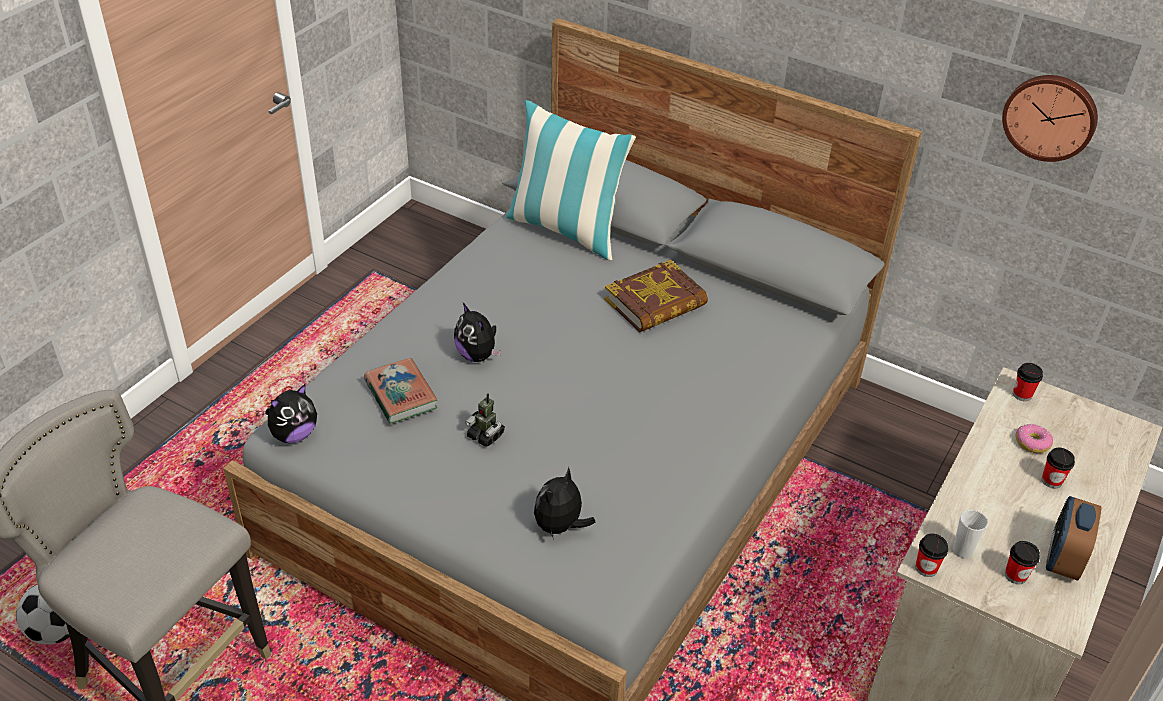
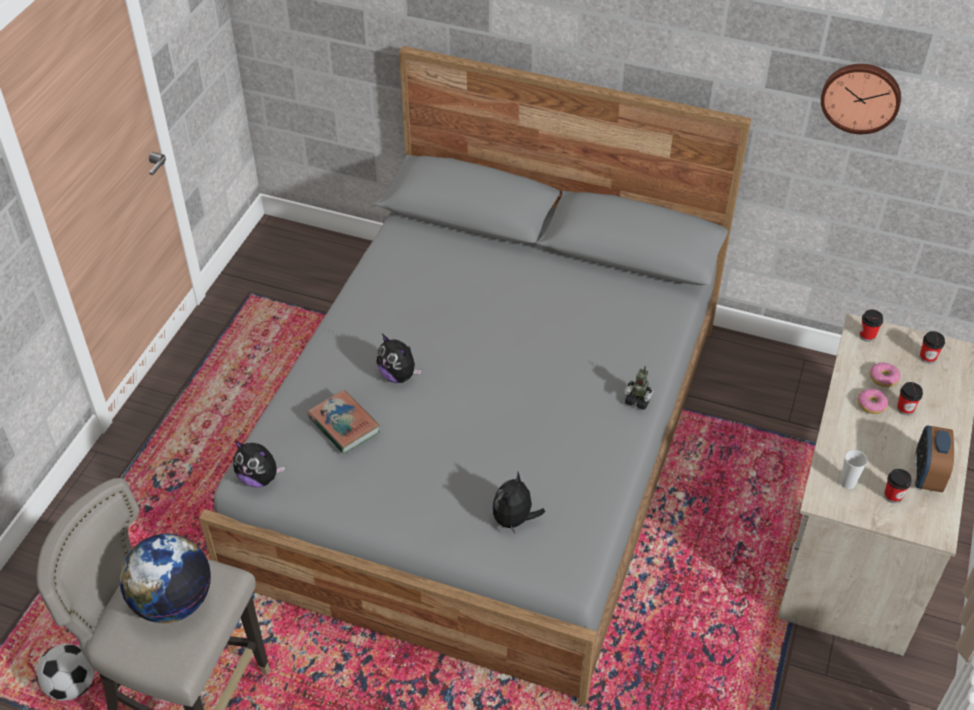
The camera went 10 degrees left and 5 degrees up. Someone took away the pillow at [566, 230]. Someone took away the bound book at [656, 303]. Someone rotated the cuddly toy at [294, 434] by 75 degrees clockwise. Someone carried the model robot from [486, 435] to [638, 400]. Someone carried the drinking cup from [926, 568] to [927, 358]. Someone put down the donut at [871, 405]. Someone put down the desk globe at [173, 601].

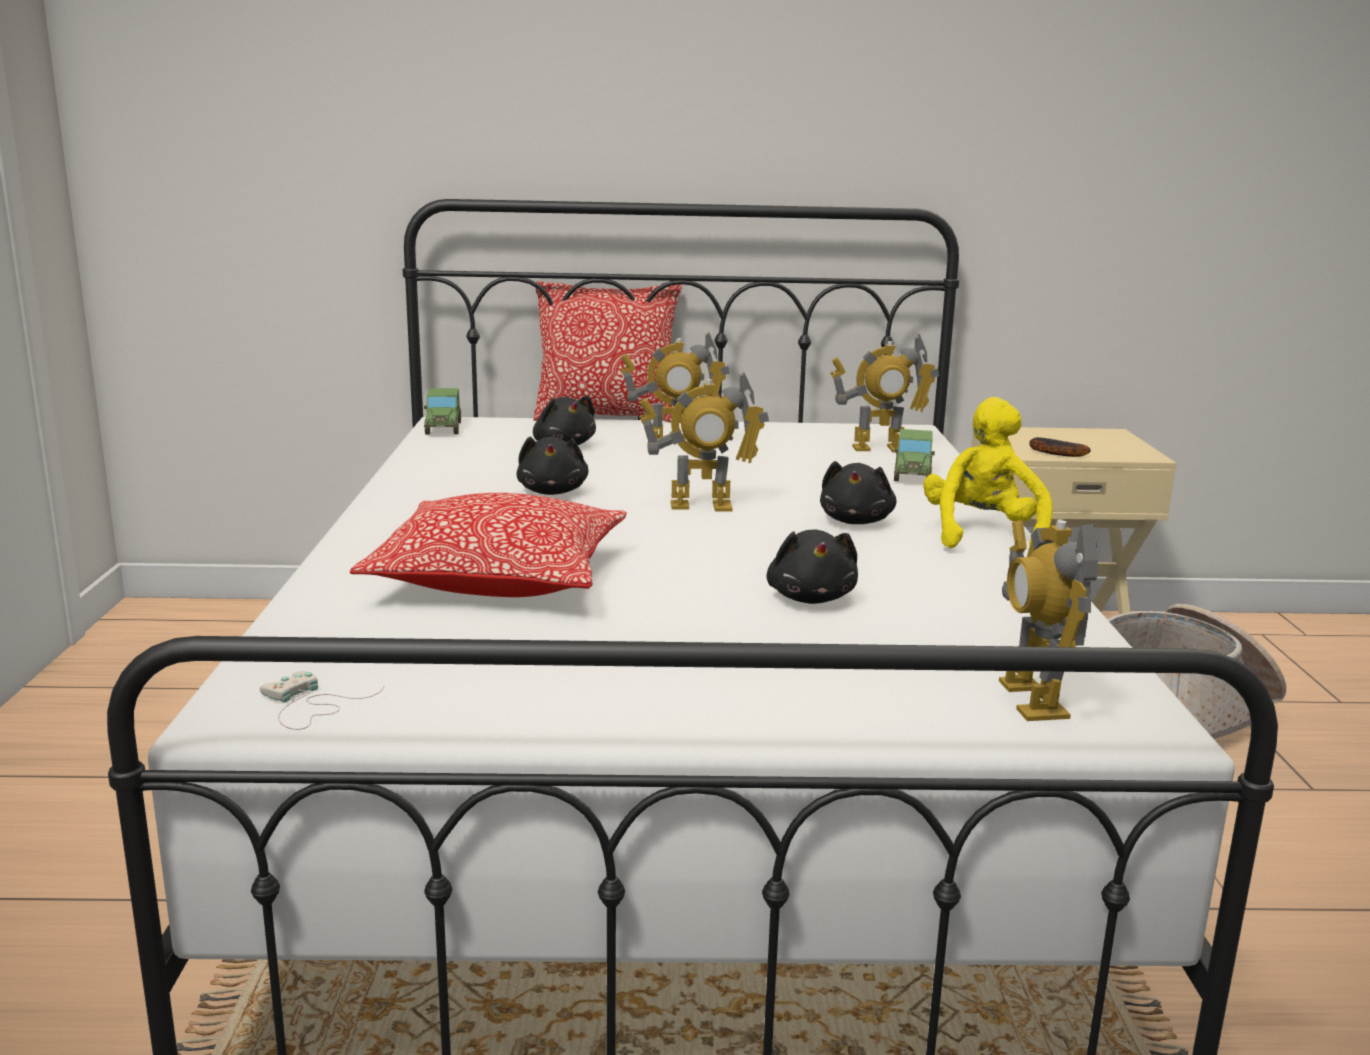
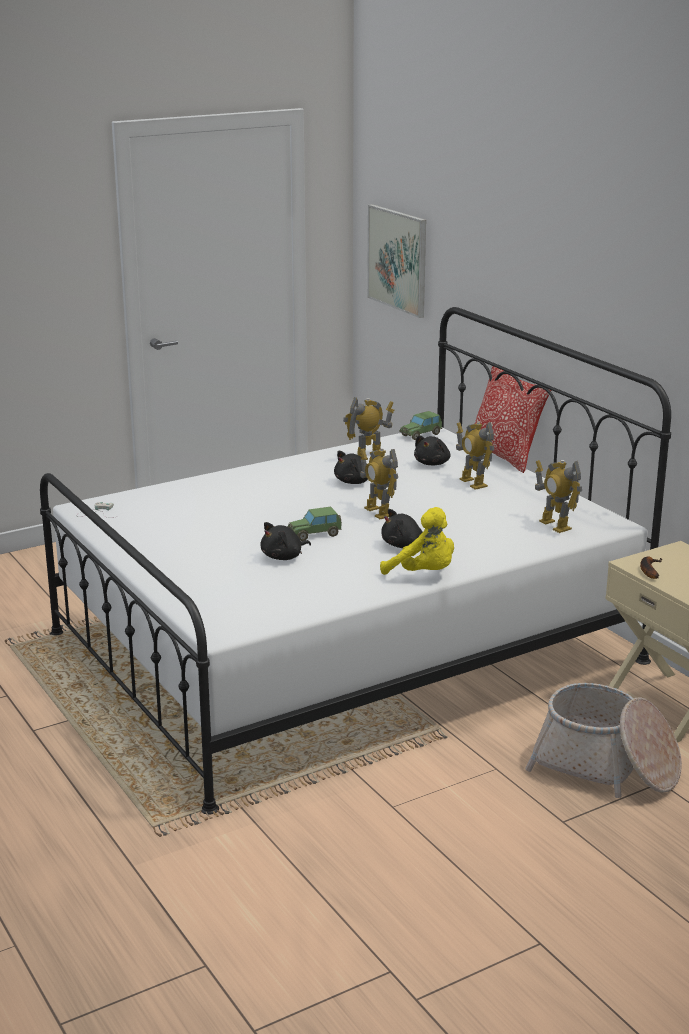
The camera went 60 degrees right and 5 degrees up. Someone rotated the yellow-coloured cuddly toy at [982, 535] by 60 degrees clockwise. Someone carried the miniature car from [912, 474] to [315, 534]. Someone took away the pillow at [499, 579]. Someone carried the model robot from [1032, 699] to [368, 456]. Someone put up the wall picture at [397, 260].

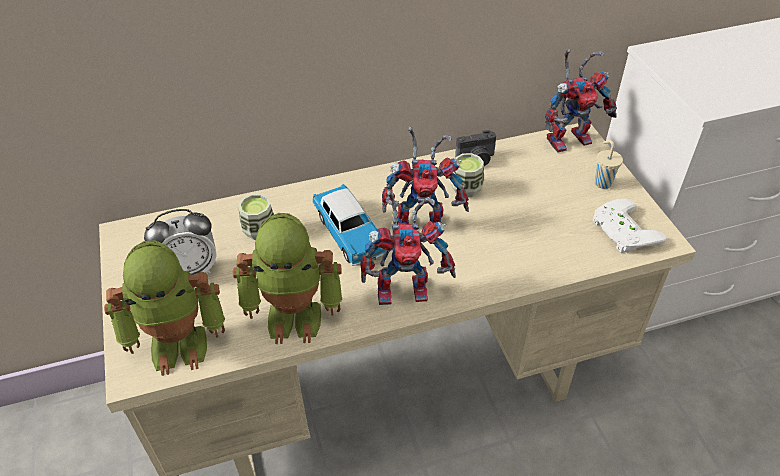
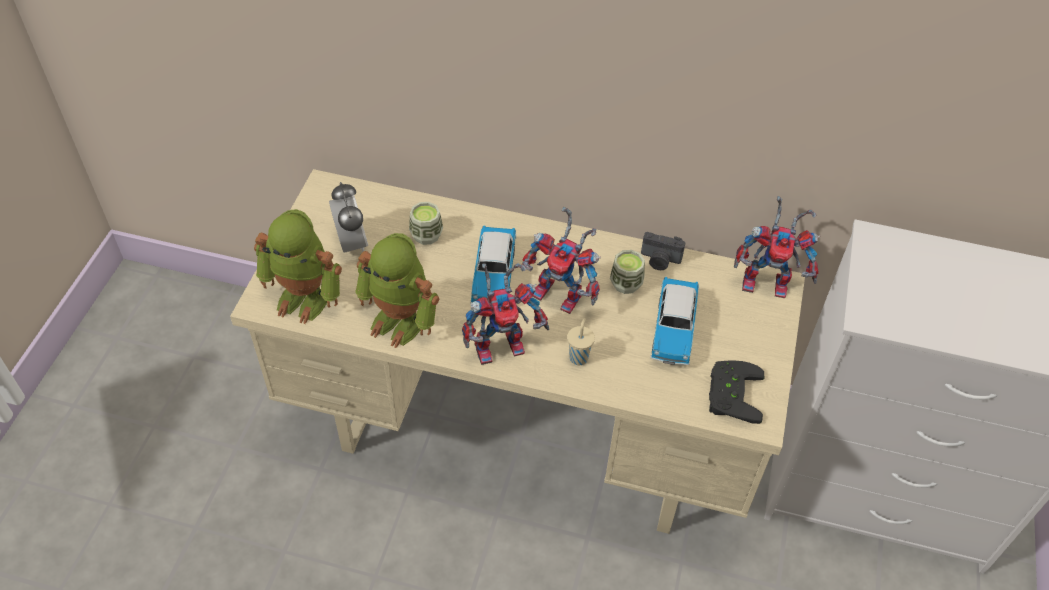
The camera went 30 degrees right and 5 degrees up. Someone carried the sand-coloured drinking cup from [602, 182] to [579, 357]. Someone rotated the model robot at [406, 287] by 45 degrees counterclockwise. Someone repainted the white-coloured game controller at [621, 231], which became the black-coloured game controller at [730, 393]. Someone rotated the table clock at [191, 271] by 120 degrees counterclockwise. Someone put down the miniature car at [673, 329].

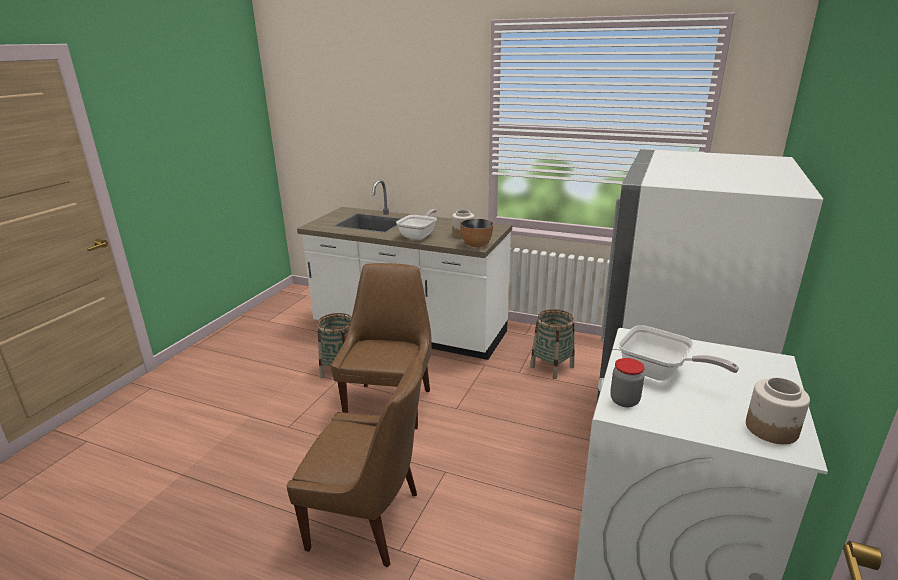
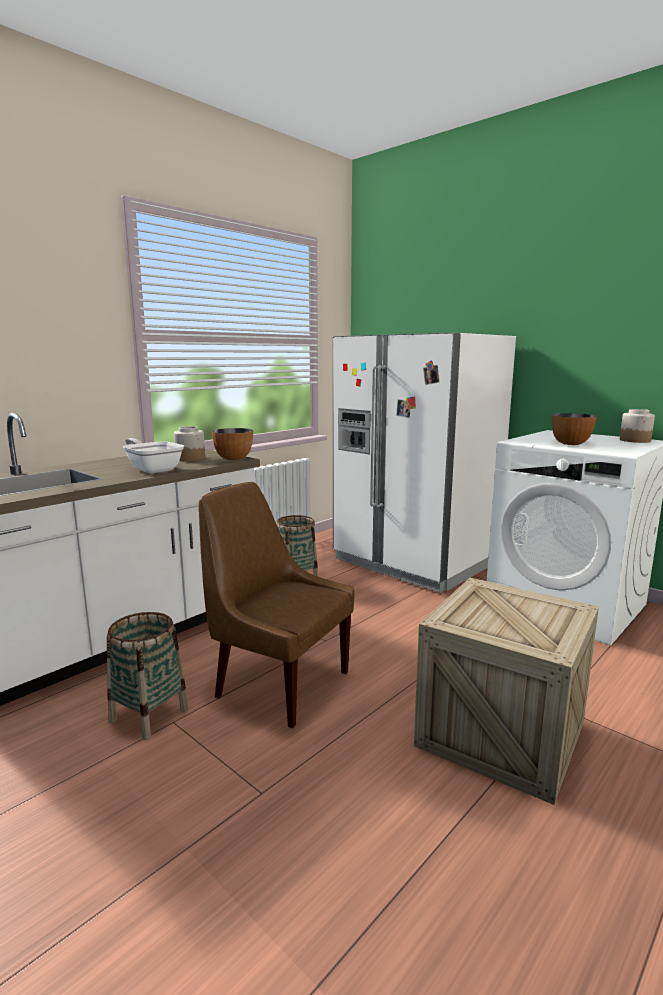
The camera went 70 degrees left and 10 degrees down. Someone swapped the skillet at [659, 373] for the serving bowl at [571, 444]. Someone swapped the brownish chair at [369, 521] for the crate at [501, 733]. Someone took away the storage jar at [624, 400].

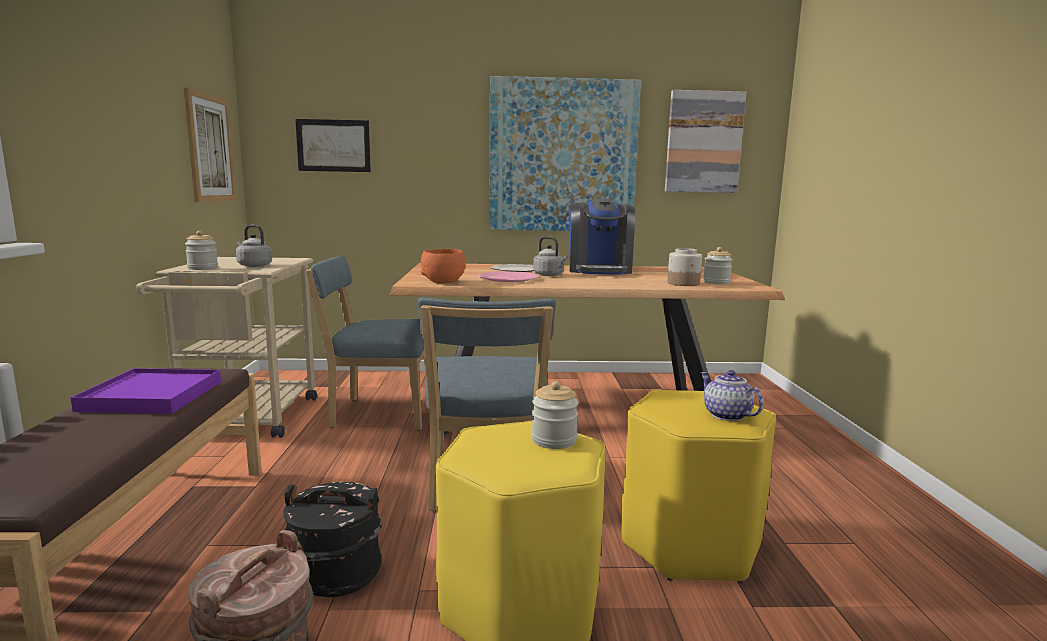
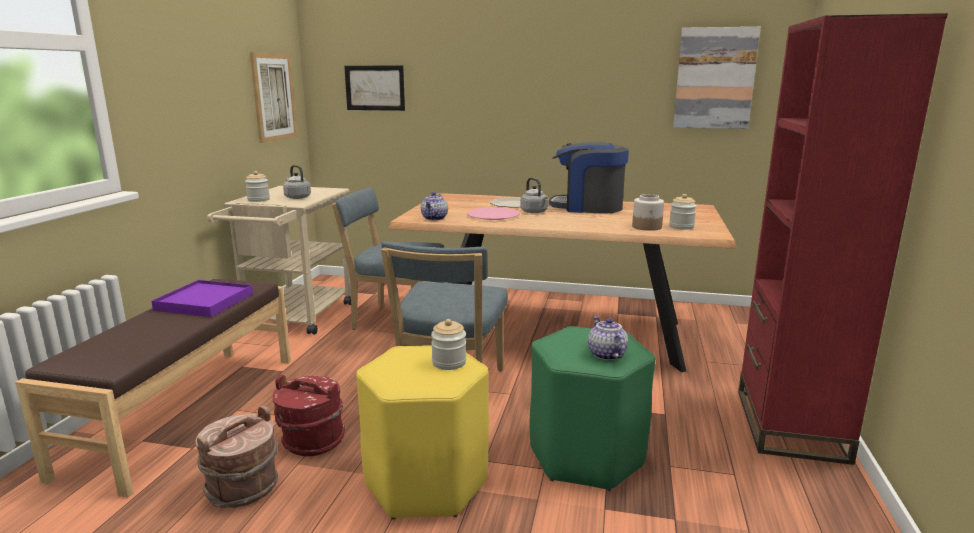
The camera went 15 degrees right and 5 degrees up. Someone took away the wall picture at [562, 156]. Someone rotated the coffee machine at [599, 270] by 90 degrees clockwise. Someone swapped the orange serving bowl at [443, 282] for the teapot at [434, 218]. Someone repainted the yellow-coloured stool at [690, 545], which became the green stool at [586, 456]. Someone repainted the black-coloured pail at [336, 574], which became the red-coloured pail at [312, 441]. Someone put down the red-coloured bookcase at [789, 425].

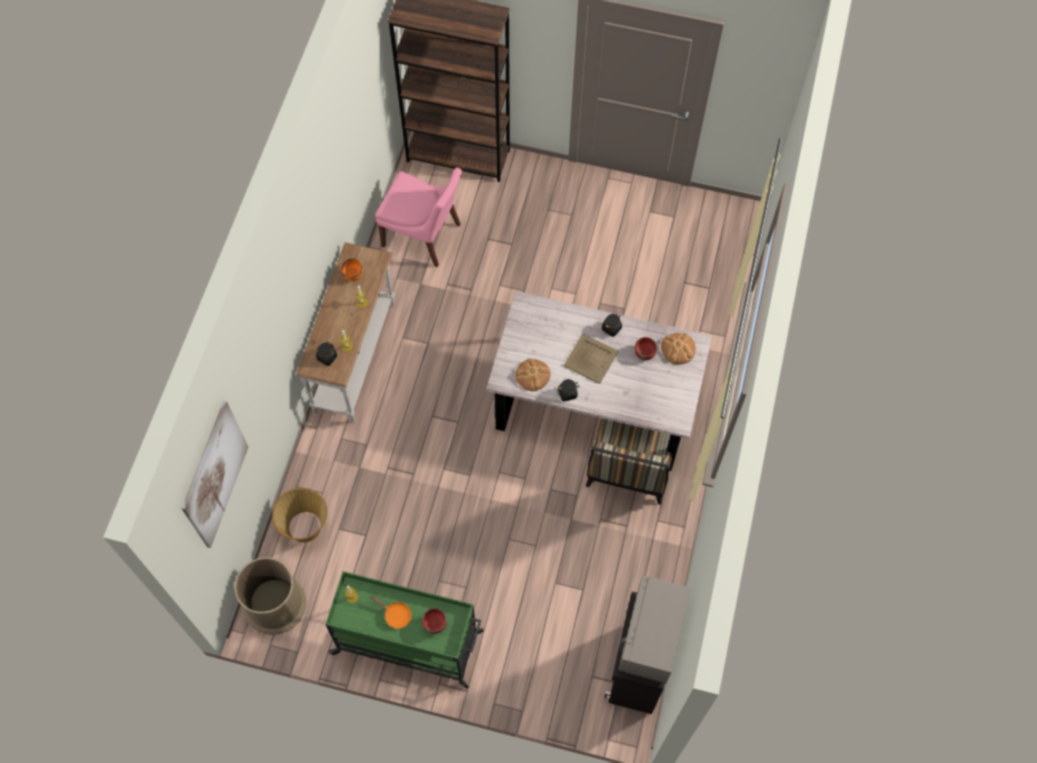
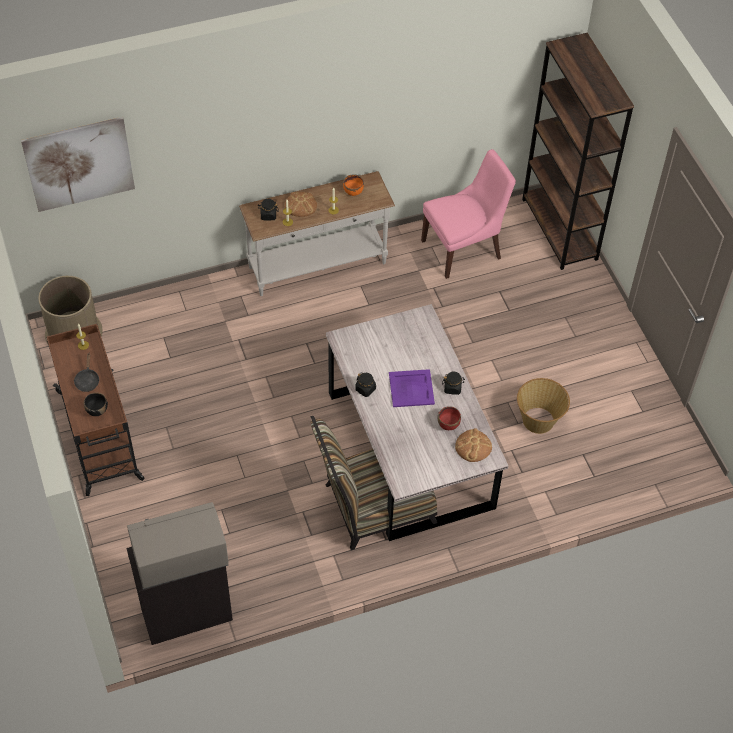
The camera went 55 degrees right and 10 degrees down. Someone rotated the pinkish chair at [424, 236] by 105 degrees counterclockwise. Someone repainted the sand-coloured tray at [590, 359], which became the purple tray at [411, 388]. Someone carried the bread from [532, 375] to [300, 205]. Someone carried the storage basket from [305, 526] to [539, 420]. Someone repainted the green cart at [409, 643], which became the brownish cart at [100, 436]. Someone repainted the orange skillet at [395, 615], which became the black-coloured skillet at [87, 380]. Someone repainted the red-coloured serving bowl at [434, 624], which became the black-coloured serving bowl at [97, 410].

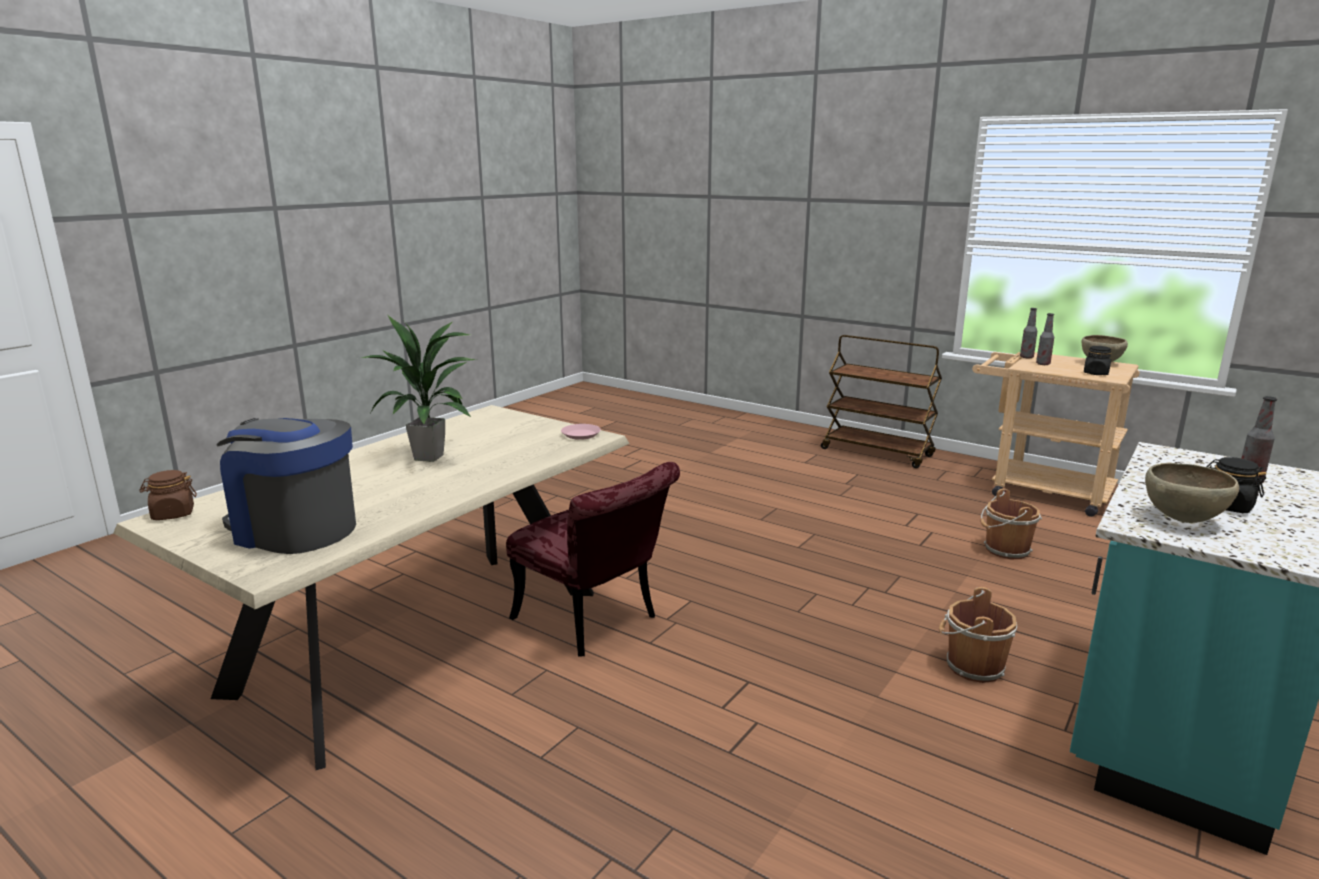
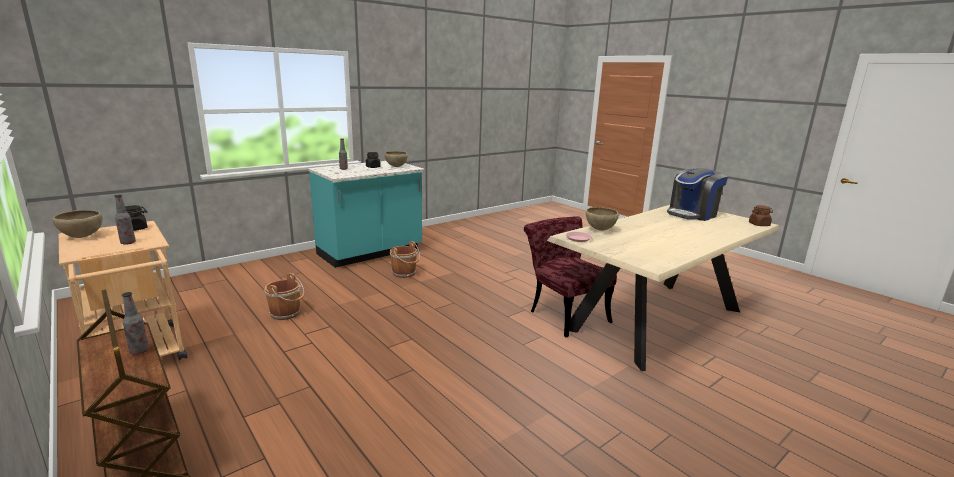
The camera went 165 degrees left and 0 degrees up. Someone carried the bottle from [1026, 357] to [139, 351]. Someone took away the houseplant at [430, 458]. Someone rotated the coffee machine at [294, 530] by 105 degrees clockwise. Someone put down the brownish serving bowl at [600, 230].

